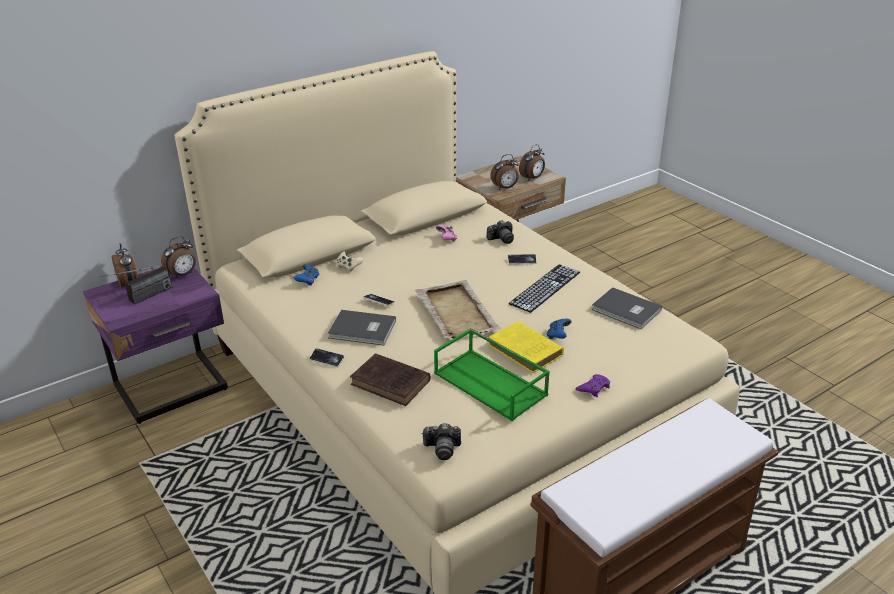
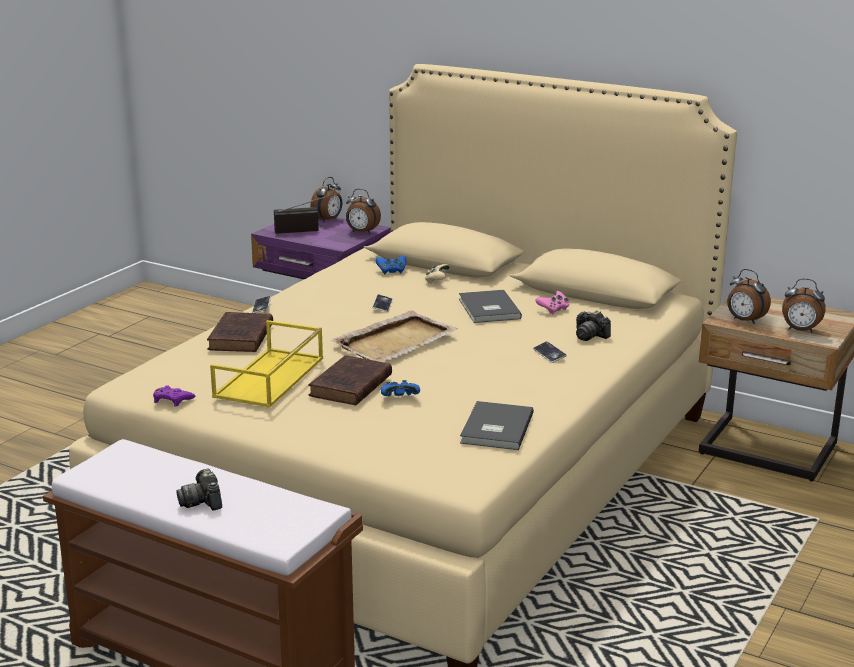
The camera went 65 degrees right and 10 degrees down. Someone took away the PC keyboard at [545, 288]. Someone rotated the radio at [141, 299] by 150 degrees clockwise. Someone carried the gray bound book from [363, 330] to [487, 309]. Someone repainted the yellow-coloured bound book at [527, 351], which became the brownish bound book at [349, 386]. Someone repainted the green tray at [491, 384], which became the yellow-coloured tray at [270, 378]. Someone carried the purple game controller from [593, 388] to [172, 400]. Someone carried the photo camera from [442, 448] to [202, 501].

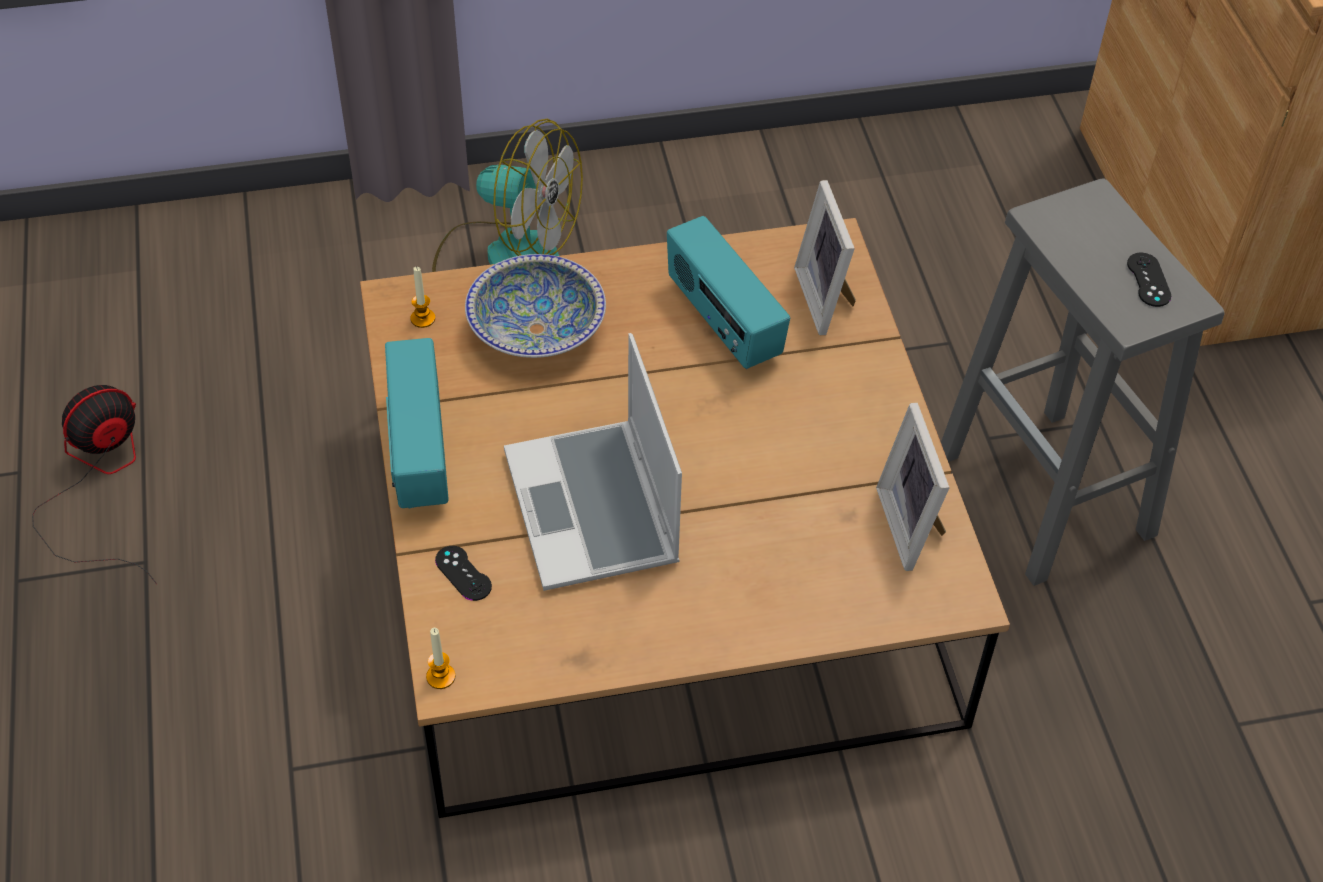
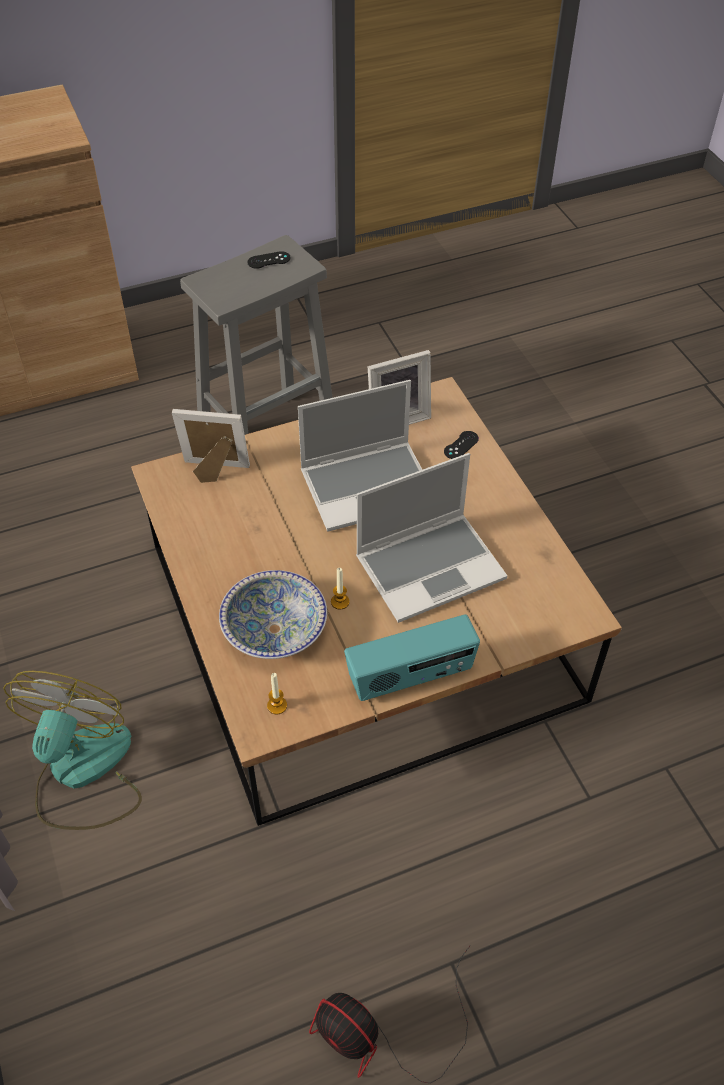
The camera went 100 degrees left and 0 degrees up. Someone rotated the picture frame at [827, 298] by 150 degrees counterclockwise. Someone took away the radio at [722, 322]. Someone carried the black-coloured game controller from [463, 573] to [461, 445]. Someone carried the wax candle from [440, 677] to [340, 602]. Someone put down the notebook computer at [369, 486].

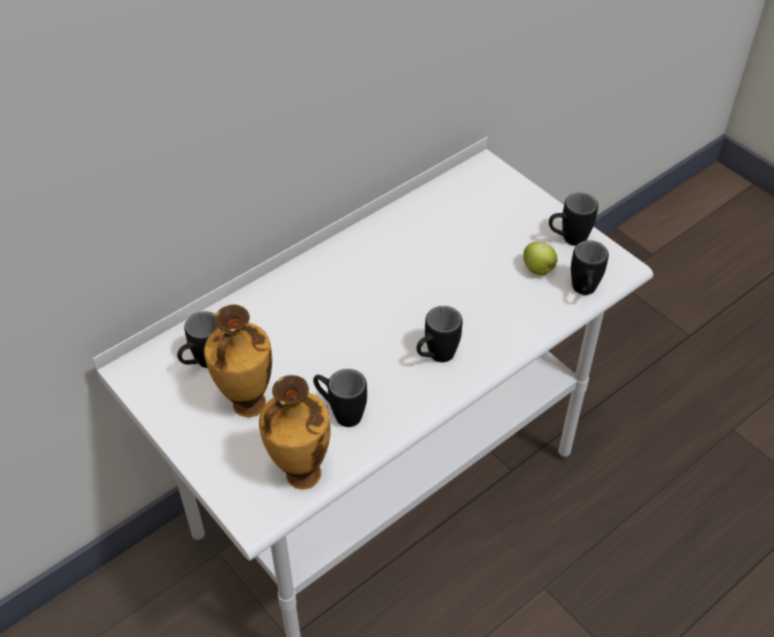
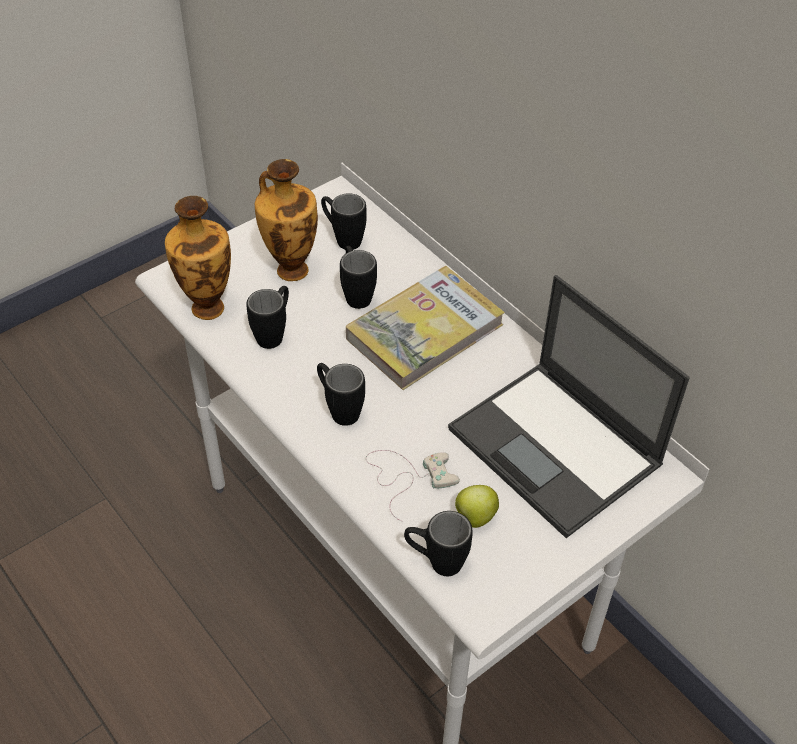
The camera went 90 degrees right and 0 degrees up. Someone carried the black-coloured tea mug from [567, 240] to [356, 293]. Someone put down the bound book at [424, 331]. Someone put down the notebook computer at [556, 448]. Someone put down the white-coloured game controller at [408, 477].

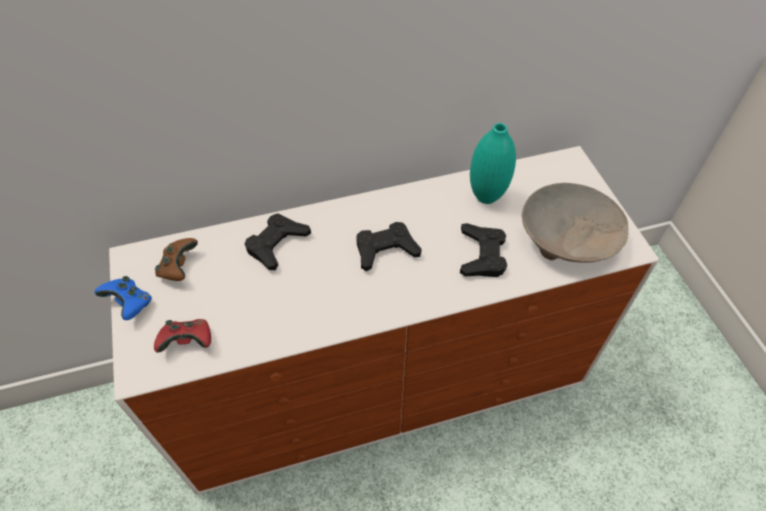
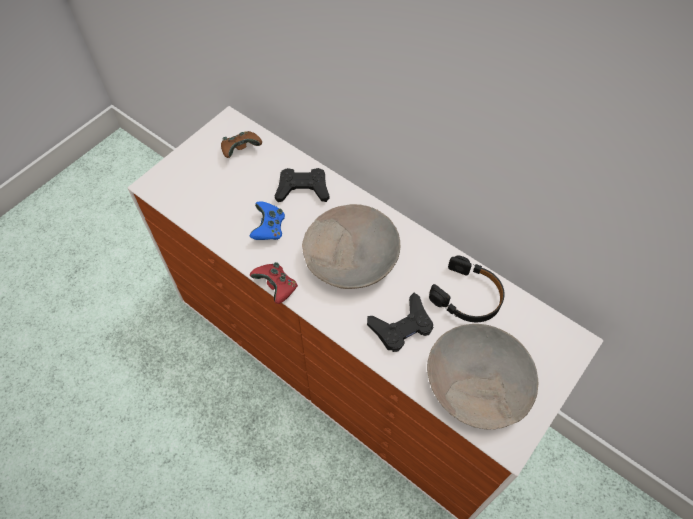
The camera went 55 degrees right and 5 degrees up. Someone swapped the blue-green vase at [486, 196] for the black-coloured pair of headphones at [467, 296]. Someone swapped the black-coloured game controller at [385, 249] for the sand-coloured serving bowl at [352, 258]. Someone carried the bluish game controller from [130, 304] to [269, 229]. Someone carried the red-coloured game controller from [188, 341] to [276, 287].

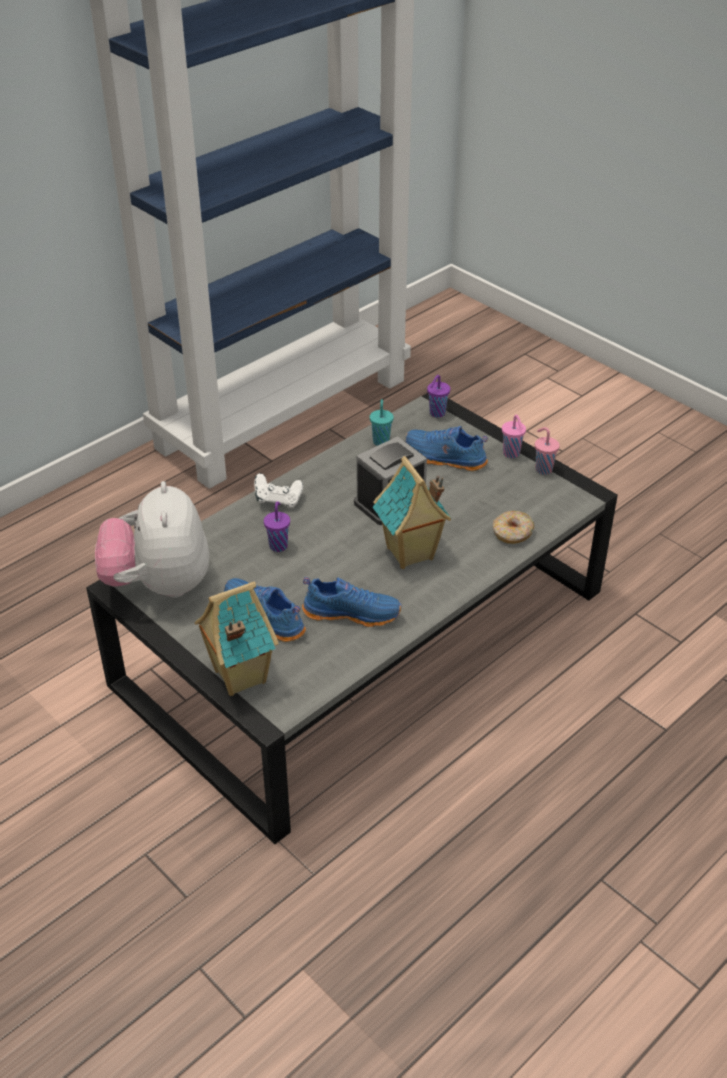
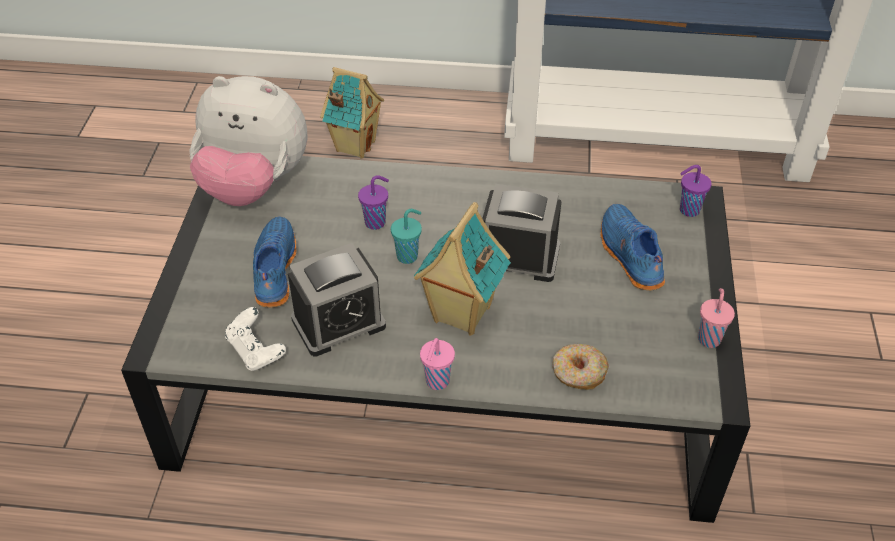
The camera went 50 degrees right and 5 degrees up. Someone carried the blue-green drinking cup from [381, 441] to [408, 256]. Someone carried the pinkish drinking cup from [512, 454] to [436, 382]. Someone carried the white-coloured game controller from [278, 500] to [256, 351]. Someone rotated the cuddly toy at [159, 584] by 120 degrees counterclockwise. Someone swapped the bluish item of footwear at [352, 612] for the table clock at [338, 323]. Someone carried the miniature house from [238, 676] to [354, 145].

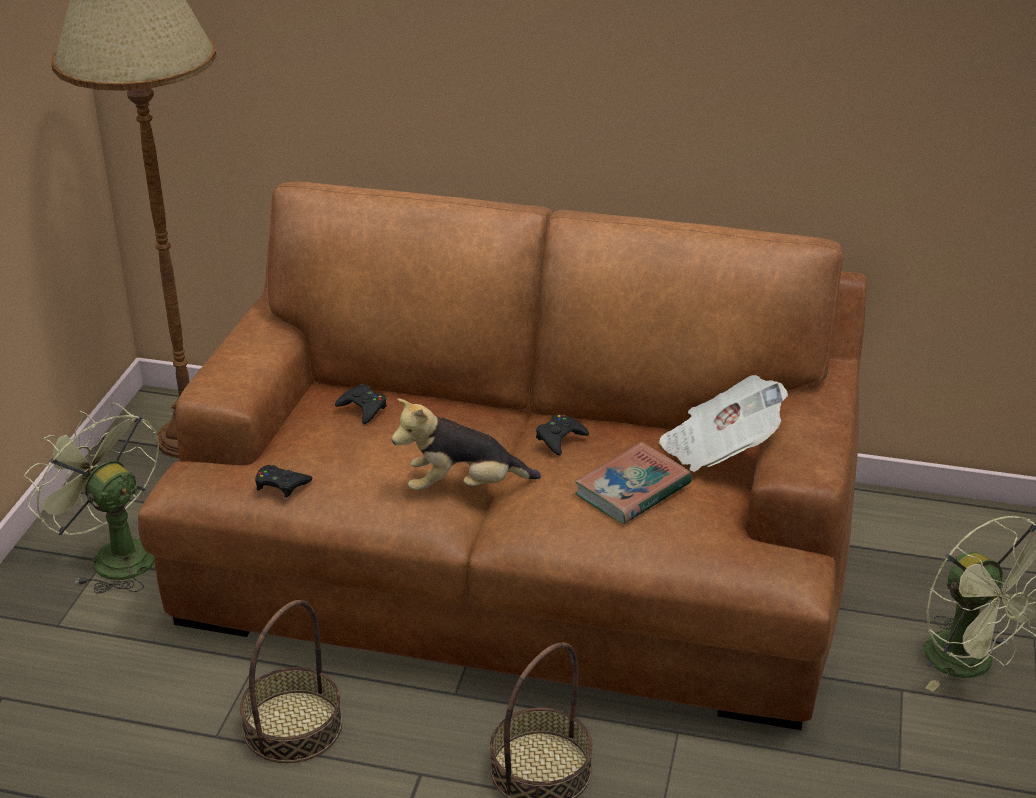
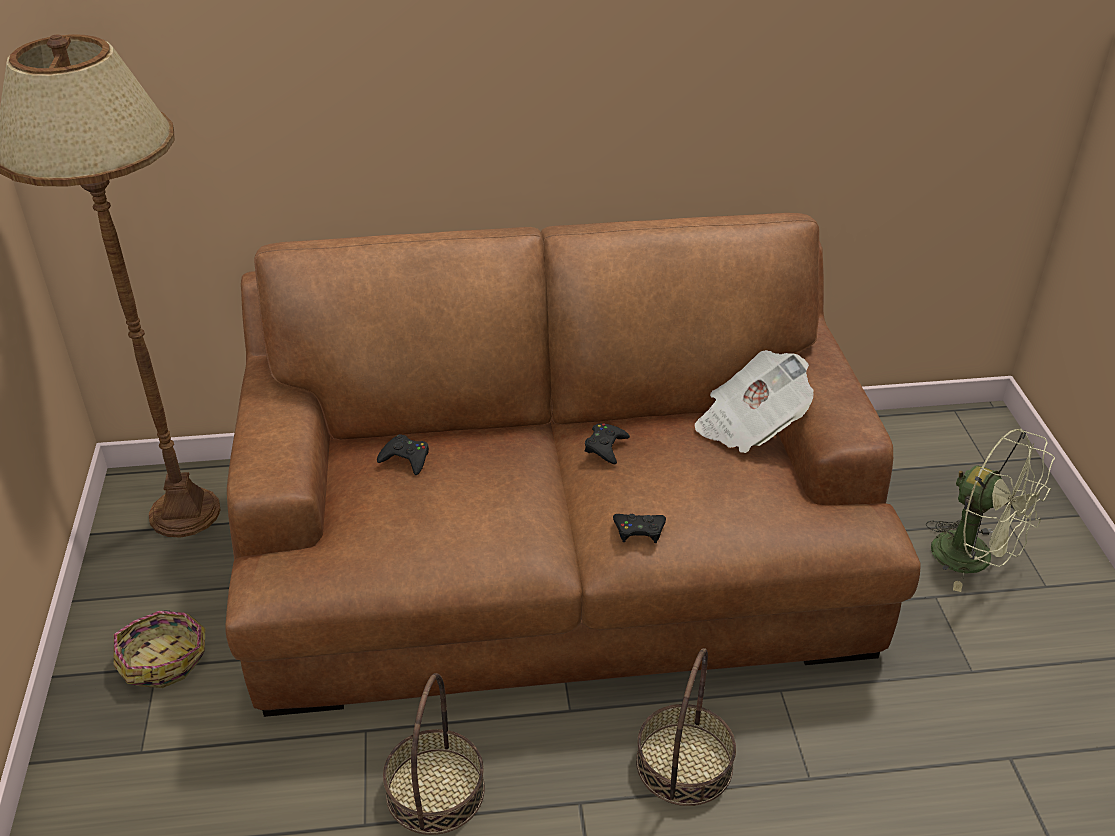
The camera went 20 degrees left and 5 degrees up. Someone took away the cuddly toy at [463, 487]. Someone swapped the green cooling fan at [113, 555] for the storage basket at [164, 658]. Someone took away the bound book at [632, 489]. Someone carried the black-coloured game controller from [281, 484] to [639, 530].

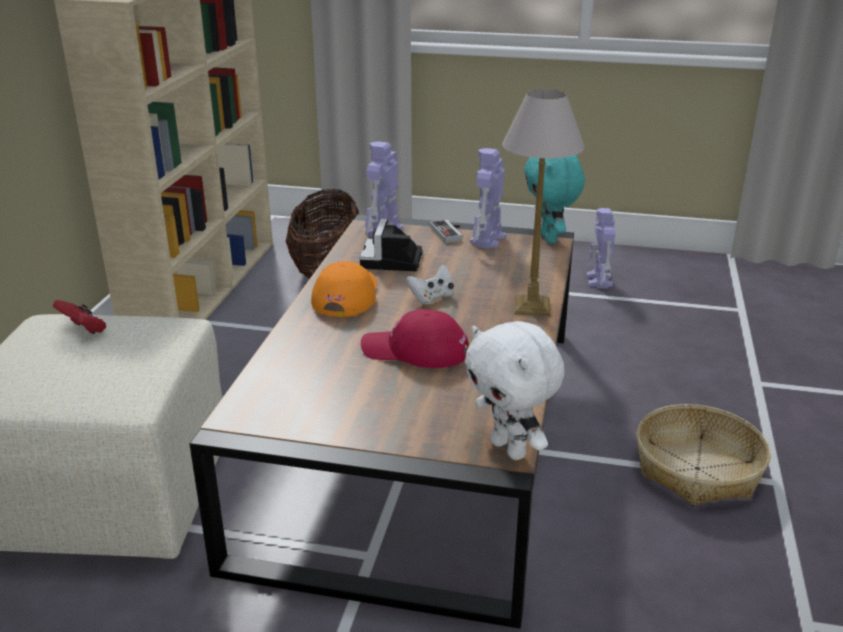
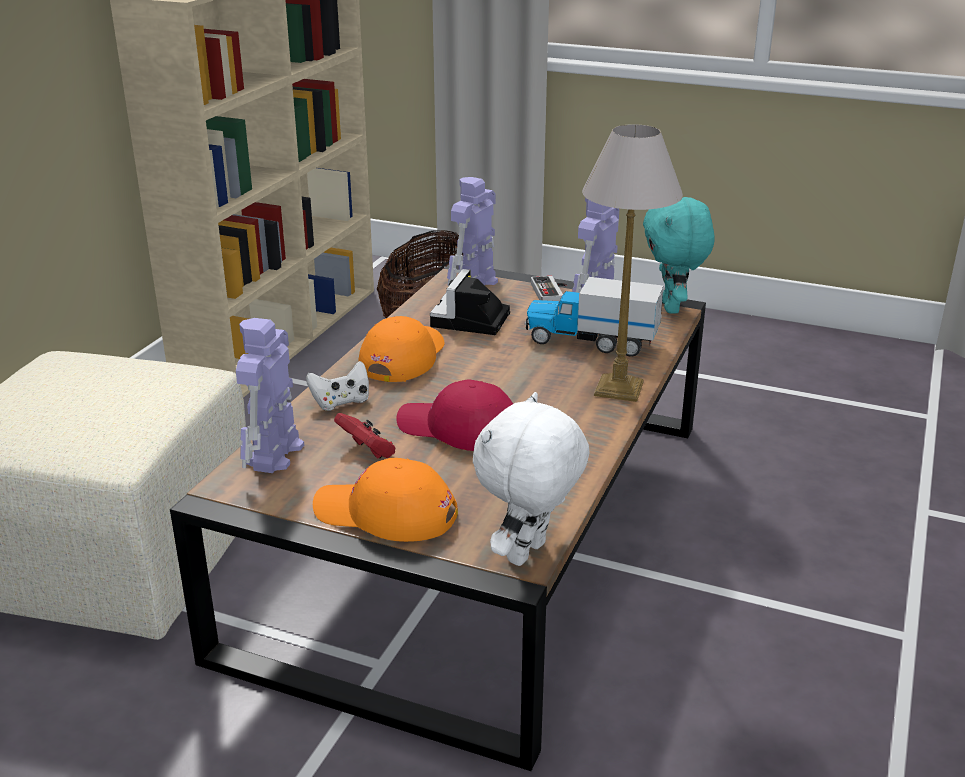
The camera went 10 degrees right and 0 degrees up. Someone carried the model robot from [599, 281] to [273, 455]. Someone carried the white-coloured game controller from [432, 298] to [341, 402]. Someone carried the red-coloured game controller from [84, 330] to [367, 452]. Someone rotated the white-coloured cuddly toy at [510, 449] by 60 degrees clockwise. Someone took away the storage basket at [698, 469]. Someone put down the toy lorry at [591, 341]. Someone put down the orange baseball cap at [385, 513].

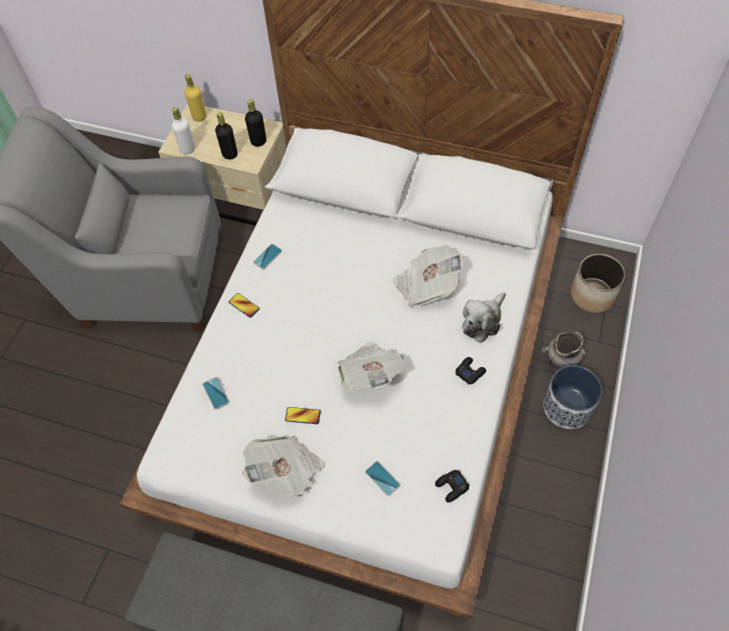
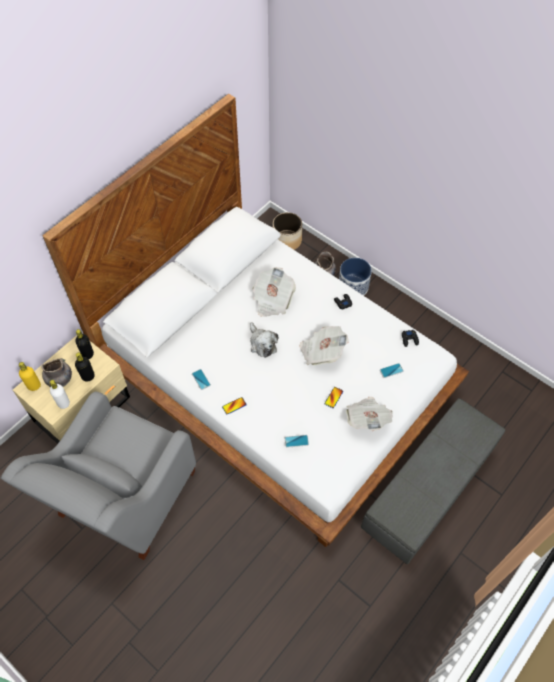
The camera went 70 degrees left and 0 degrees up. Someone carried the cuddly toy from [482, 321] to [262, 344]. Someone put down the gray vase at [60, 380].

